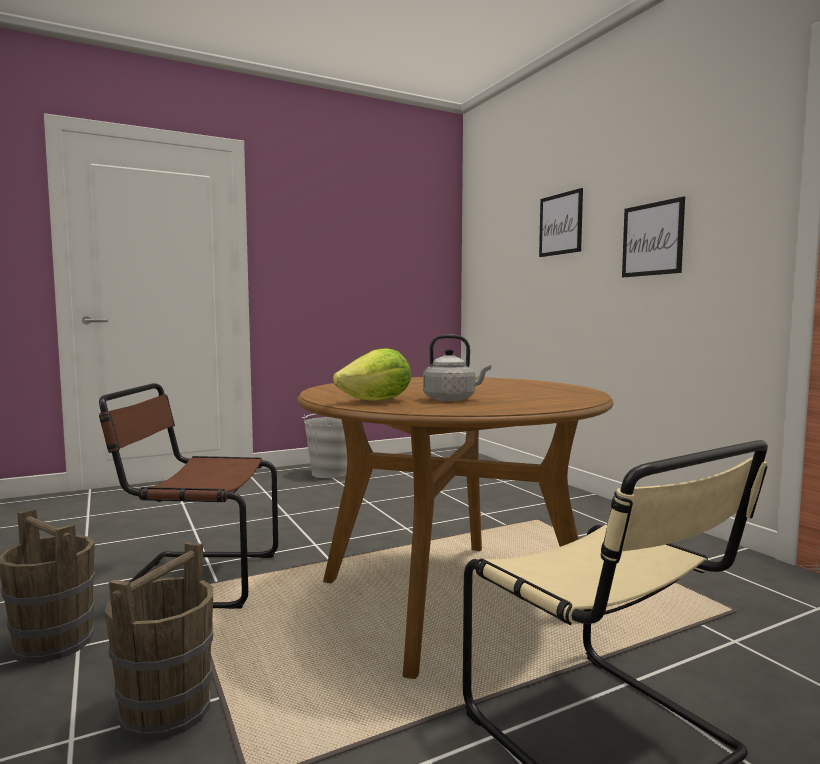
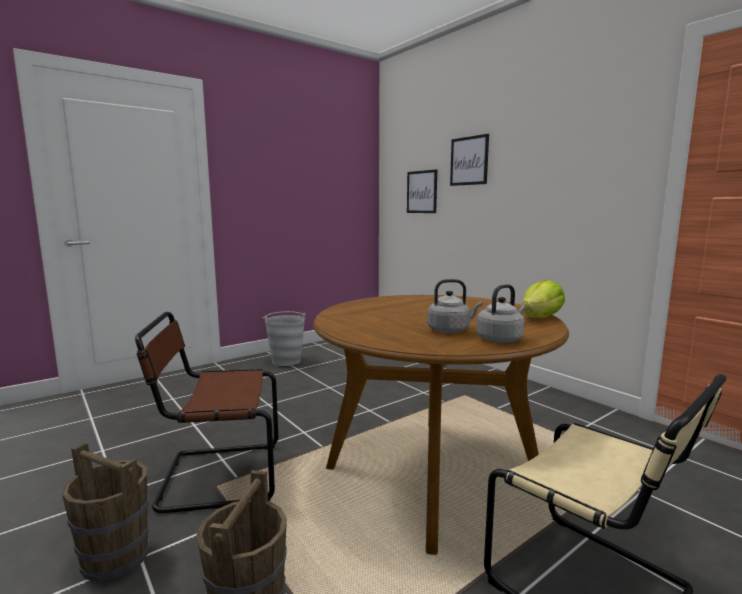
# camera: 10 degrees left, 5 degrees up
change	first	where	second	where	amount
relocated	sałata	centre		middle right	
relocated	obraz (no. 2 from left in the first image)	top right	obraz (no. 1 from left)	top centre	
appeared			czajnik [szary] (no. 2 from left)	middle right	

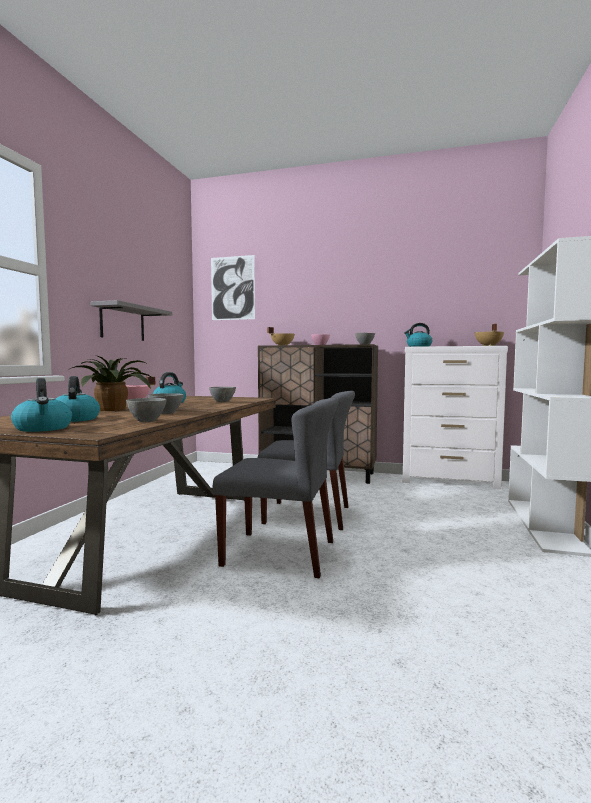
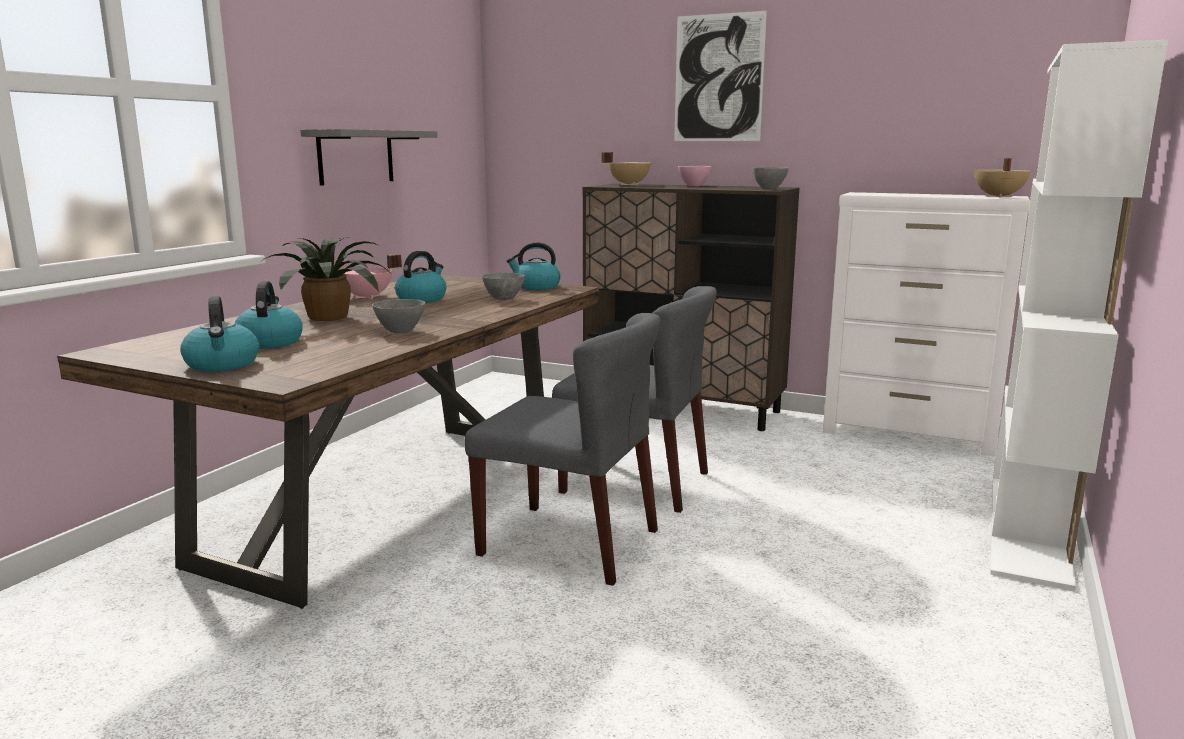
# camera: 10 degrees right, 10 degrees up
change	first	where	second	where	amount
missing	miska [szary] (no. 1 from left)	middle left			
relocated	obraz	centre		top centre	
relocated	czajnik (no. 4 from left)	middle right		centre	

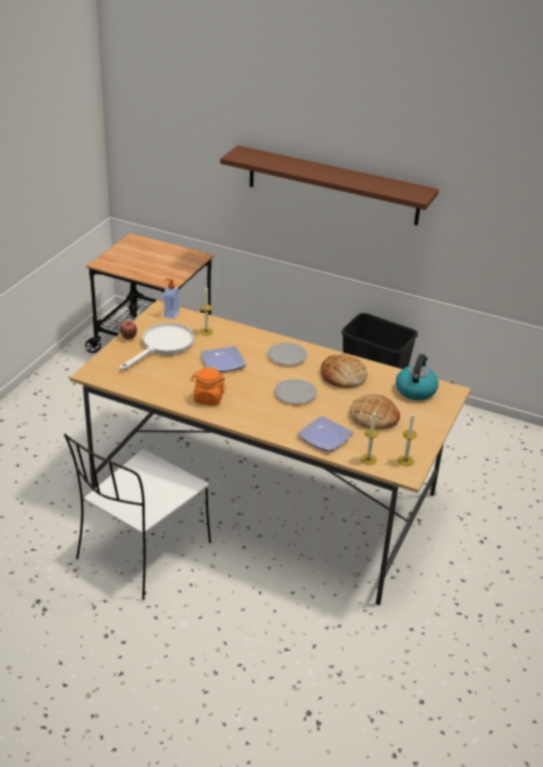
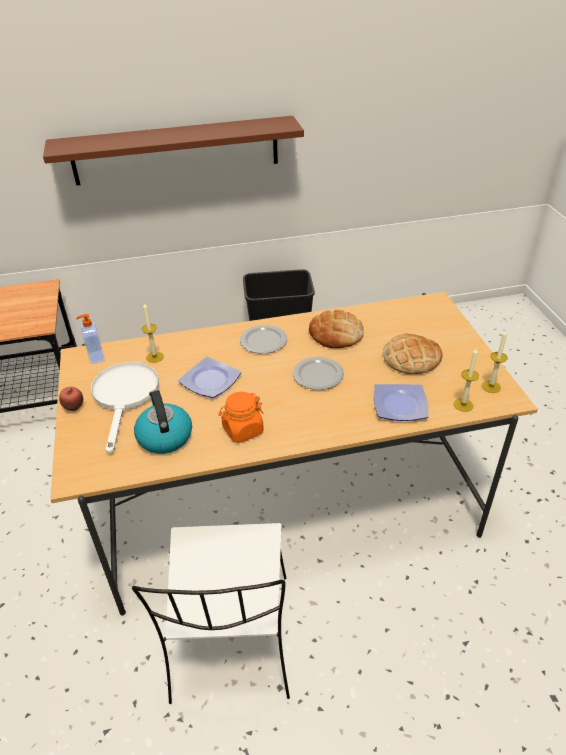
# camera: 35 degrees left, 5 degrees up
change	first	where	second	where	amount
relocated	czajnik	middle right		middle left	

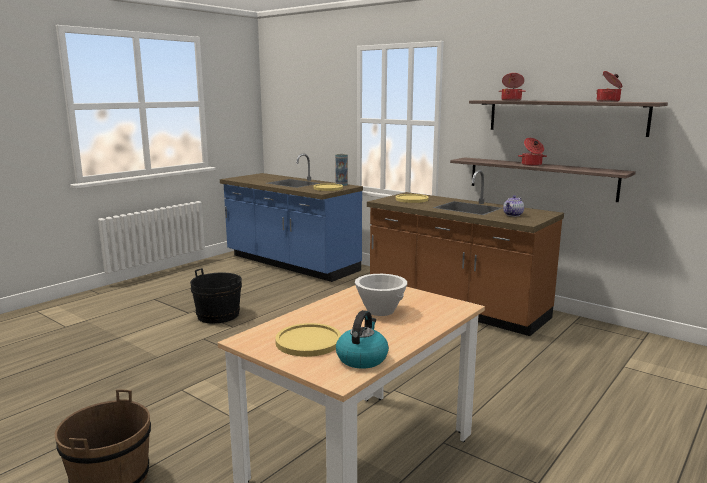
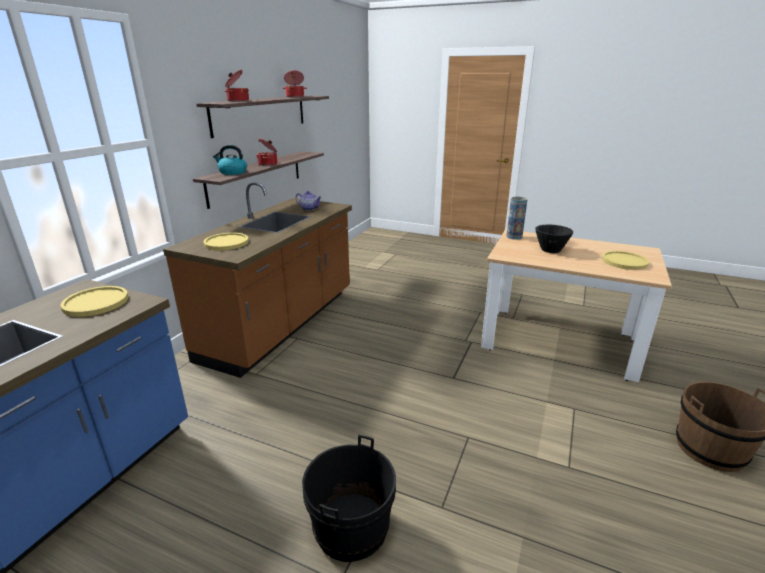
# camera: 105 degrees left, 10 degrees up
change	first	where	second	where	amount
relocated	wazon	centre		middle right	
relocated	czajnik	bottom centre		top left	
colour	miska [biały]	centre	miska [czarny]	middle right	

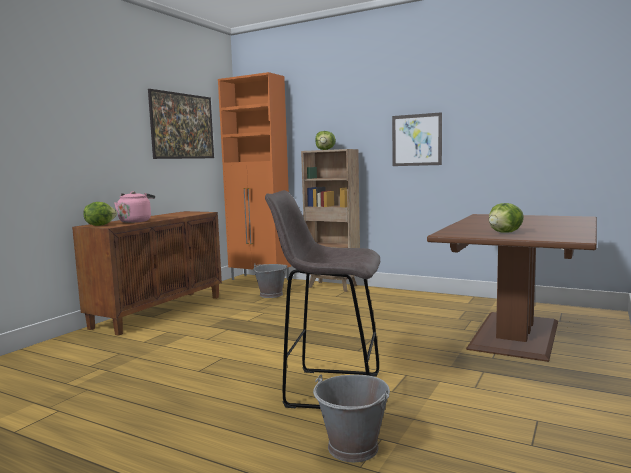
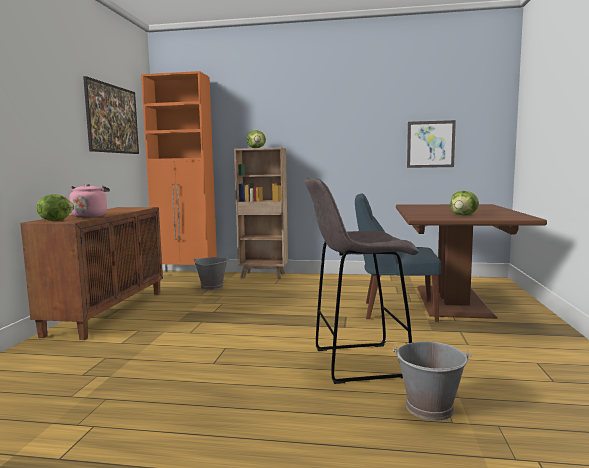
# camera: 20 degrees left, 0 degrees up
change	first	where	second	where	amount
relocated	obraz (no. 2 from left)	top centre		top right	
appeared			krzesło [niebieski]	middle right	

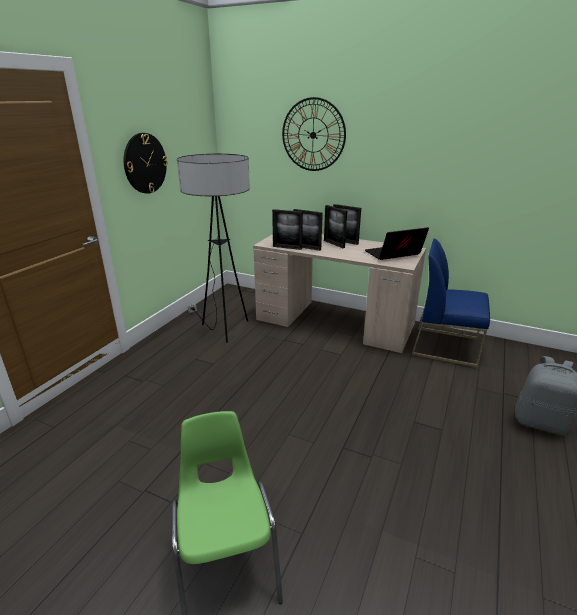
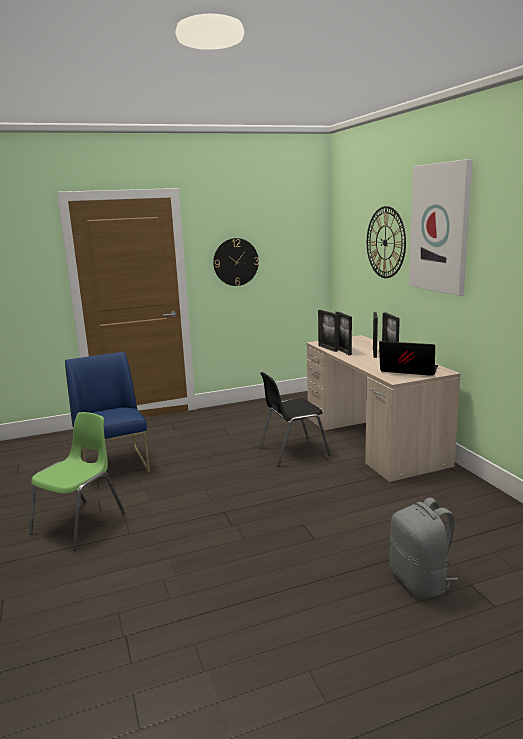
# camera: 45 degrees right, 10 degrees down
change	first	where	second	where	amount
missing	lampa stojąca	centre			
relocated	krzesło [niebieski]	middle right		middle left	
appeared			krzesło [czarny]	centre	
appeared			obraz	top right	

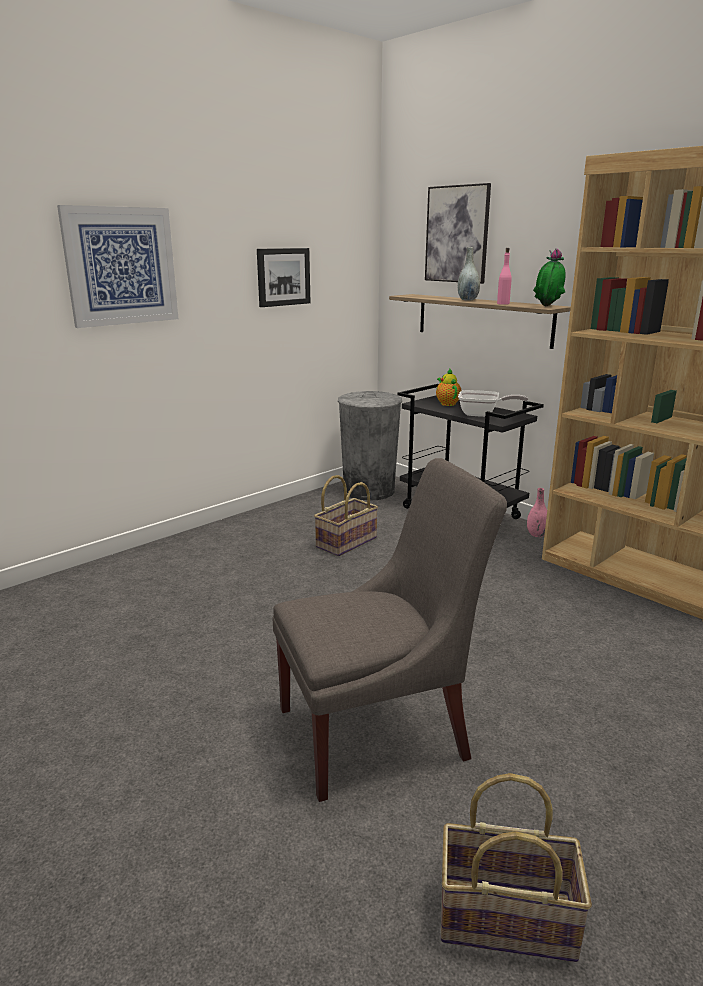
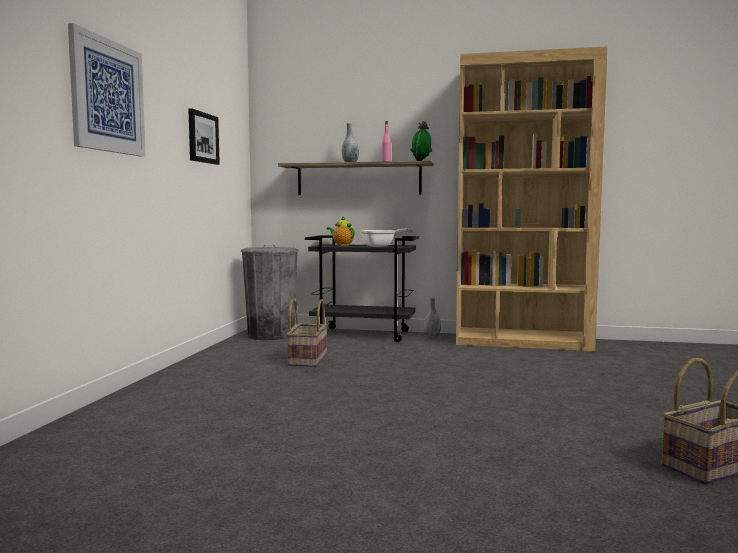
# camera: 35 degrees left, 15 degrees down
change	first	where	second	where	amount
missing	krzesło [szary]	centre			
missing	obraz (no. 3 from left)	top centre			
colour	wazon [różowy]	middle right	wazon [szary] (no. 2 from left)	centre	

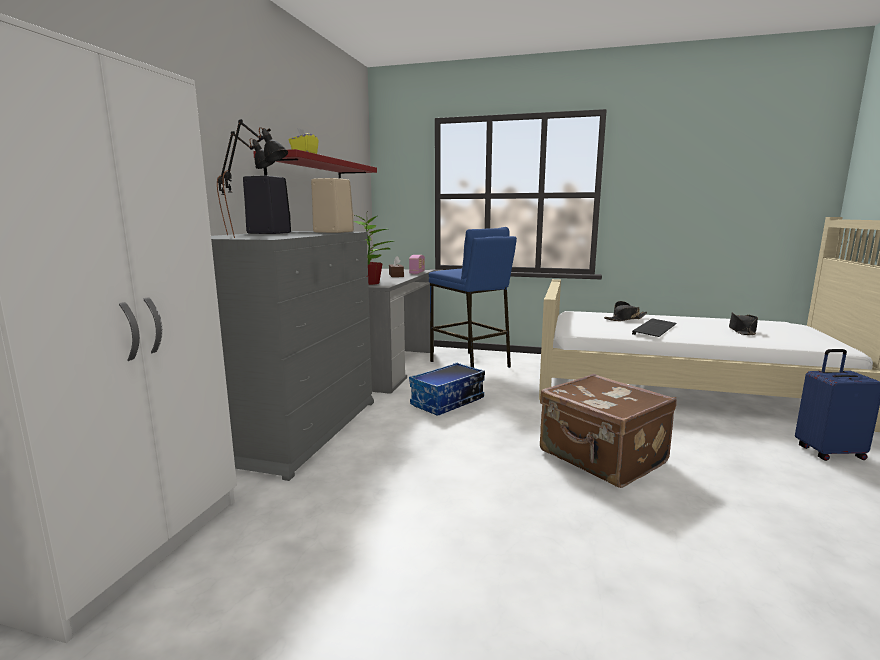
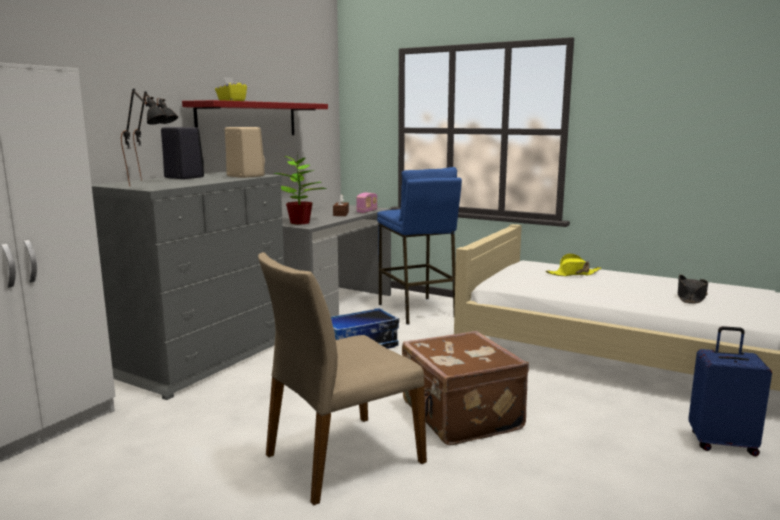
# camera: 15 degrees right, 0 degrees up
change	first	where	second	where	amount
colour	kapelusz [czarny] (no. 1 from left)	middle right	kapelusz [żółty]	middle right	
missing	klawiatura	middle right			
appeared			krzesło [beżowy]	bottom centre	

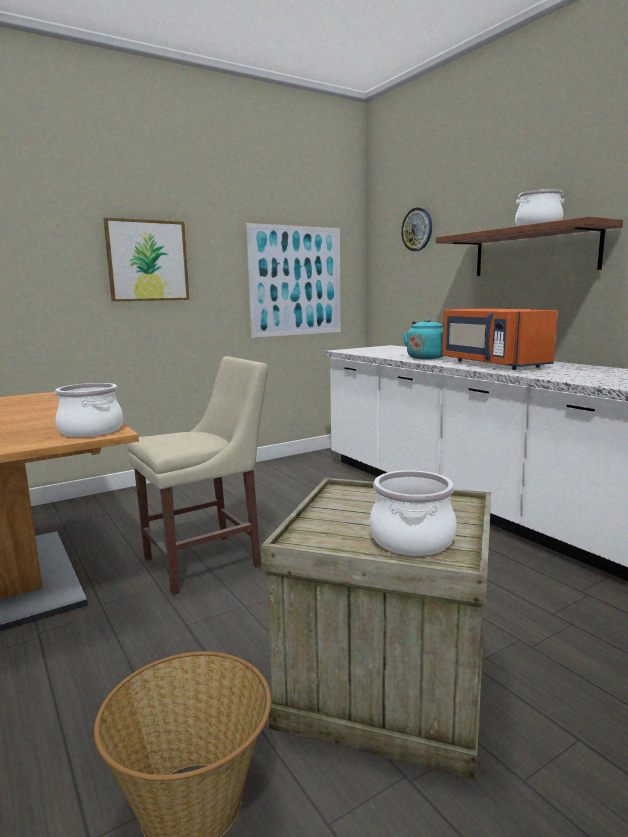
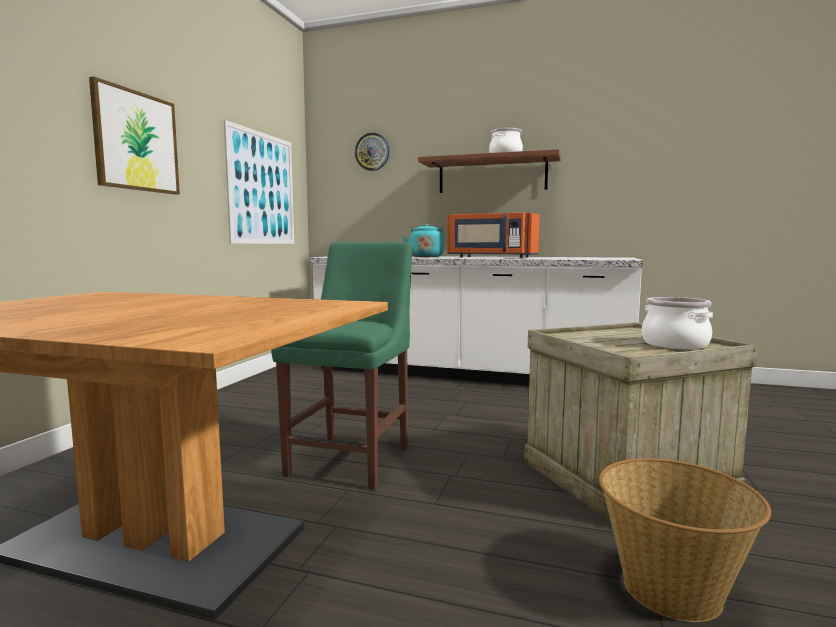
# camera: 40 degrees left, 5 degrees down
change	first	where	second	where	amount
missing	garnek (no. 1 from left)	middle left			
colour	krzesło [beżowy]	middle left	krzesło [zielony]	centre	

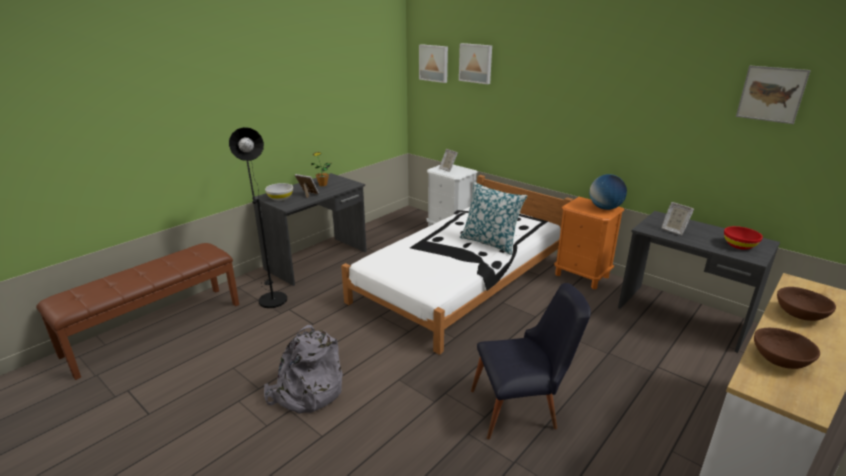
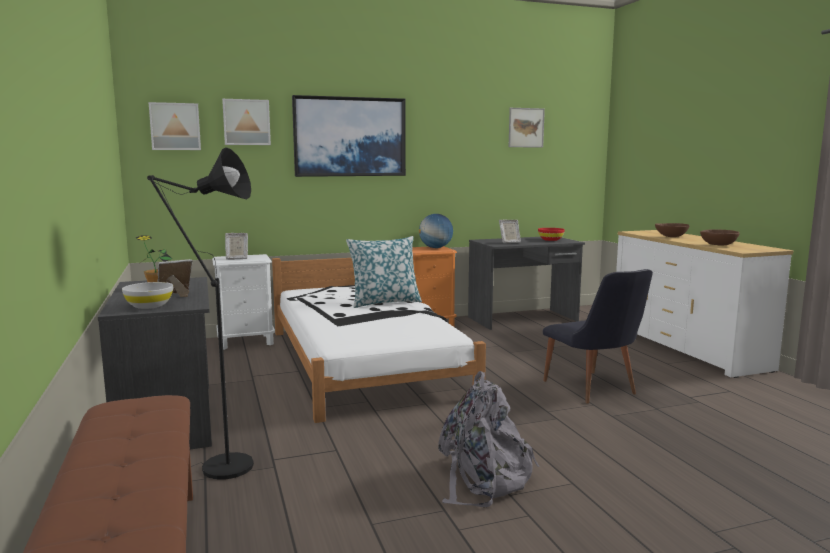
# camera: 60 degrees left, 15 degrees down
change	first	where	second	where	amount
spun	krzesło [czarny]	bottom centre		middle right	135 degrees clockwise
appeared			obraz (no. 3 from left)	top centre	

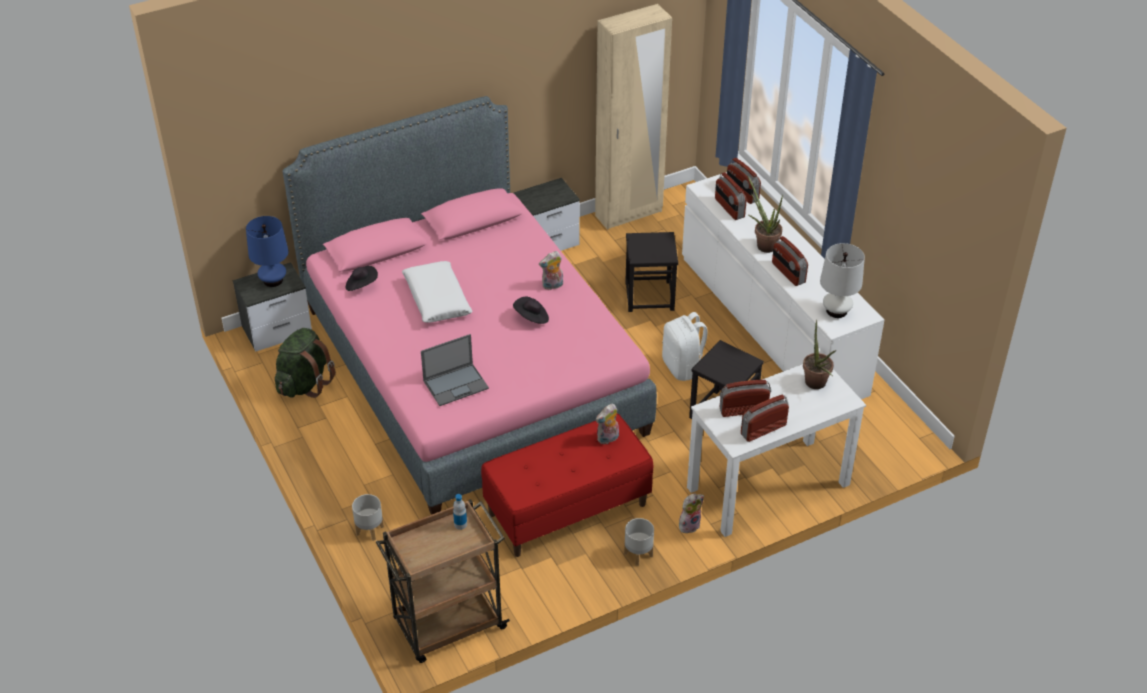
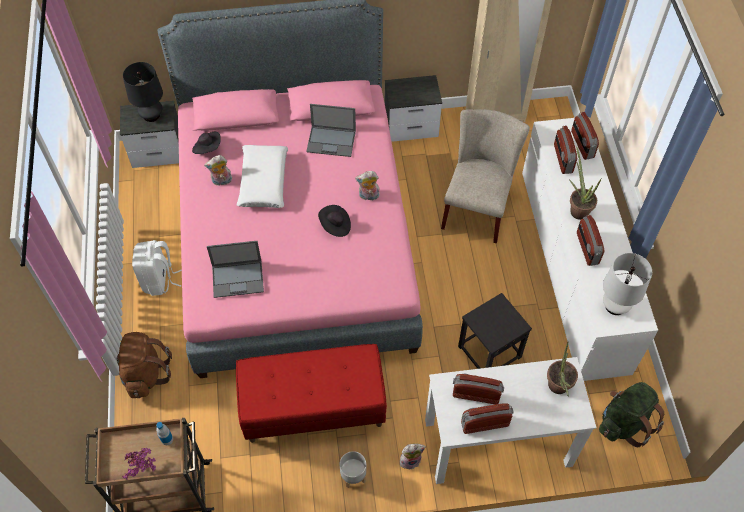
# camera: 20 degrees right, 15 degrees up
change	first	where	second	where	amount
colour	lampa stołowa [niebieski]	middle left	lampa stołowa [czarny]	top left	
relocated	plecak [zielony]	middle left		bottom right	
exchanged	donica [szary] (no. 1 from left)	bottom left	plecak [brązowy]	bottom left	
relocated	pluszak (no. 2 from left in the first image)	centre	pluszak (no. 1 from left)	top left	
exchanged	stołek [czarny] (no. 1 from left)	centre	krzesło [beżowy]	centre	
relocated	plecak [biały]	centre		middle left	
appeared			roślina doniczkowa (no. 1 from left)	bottom left	
appeared			laptop (no. 2 from left)	top centre	

